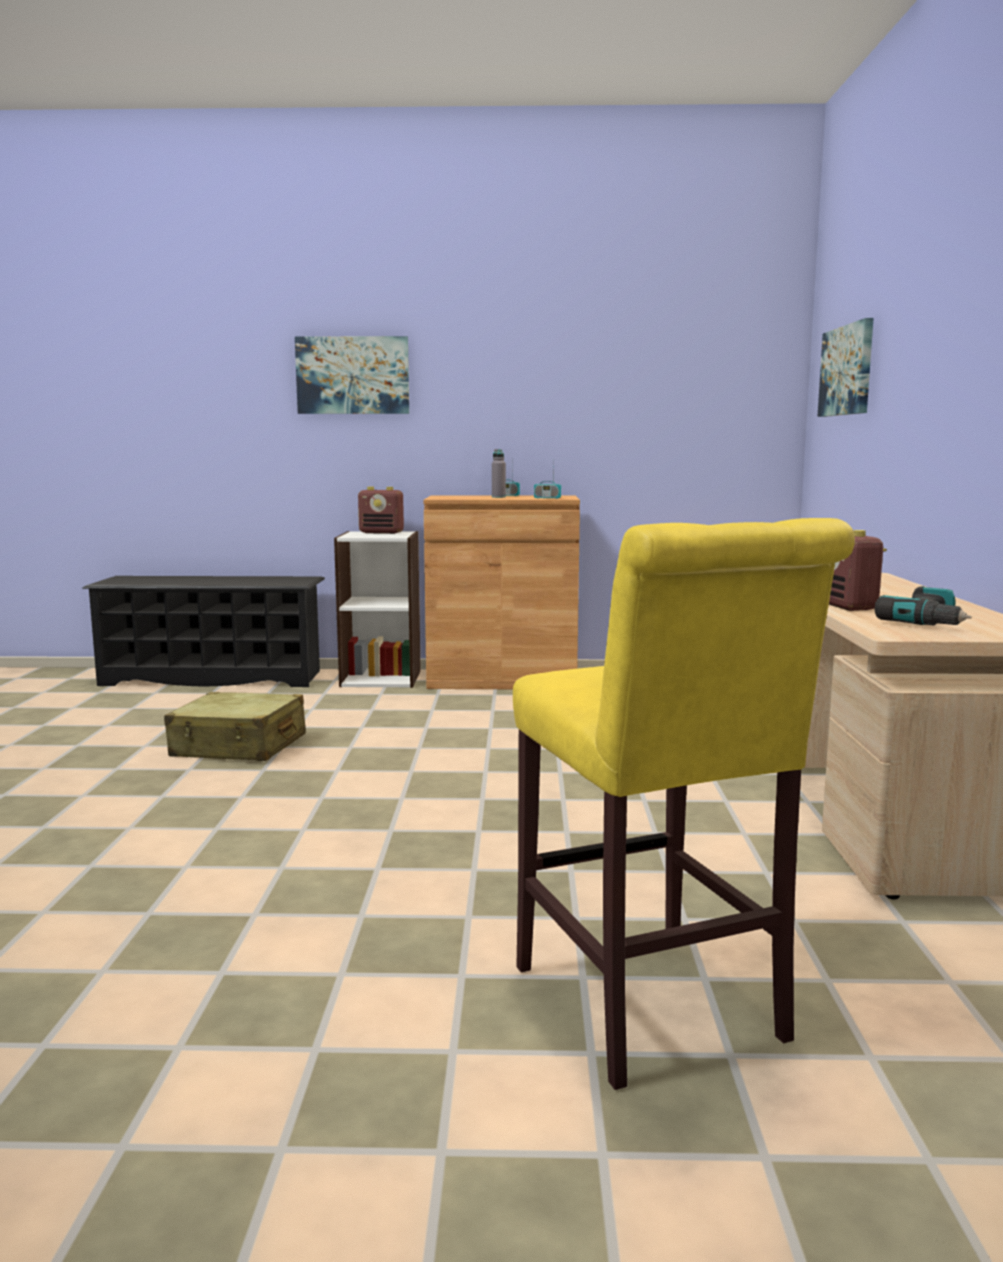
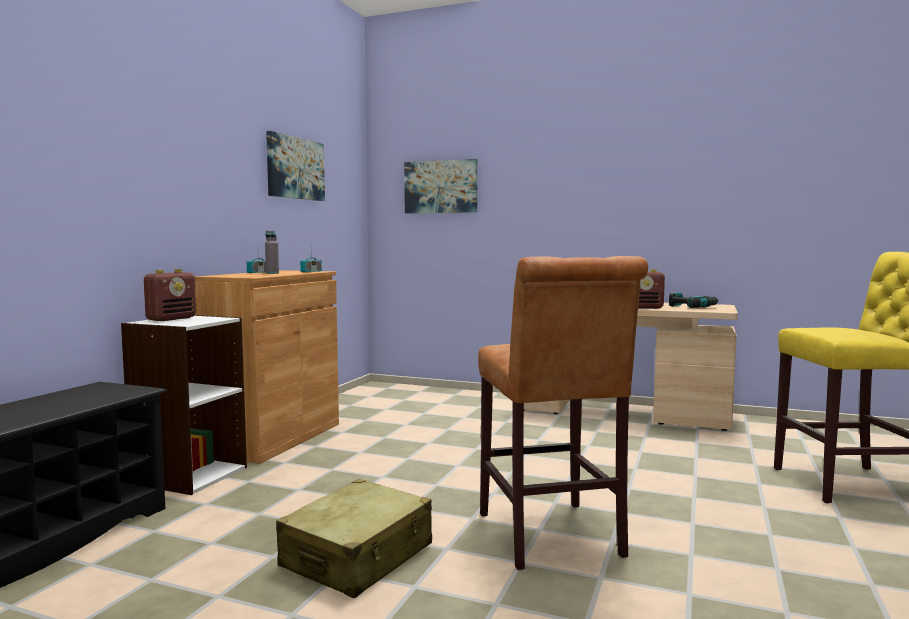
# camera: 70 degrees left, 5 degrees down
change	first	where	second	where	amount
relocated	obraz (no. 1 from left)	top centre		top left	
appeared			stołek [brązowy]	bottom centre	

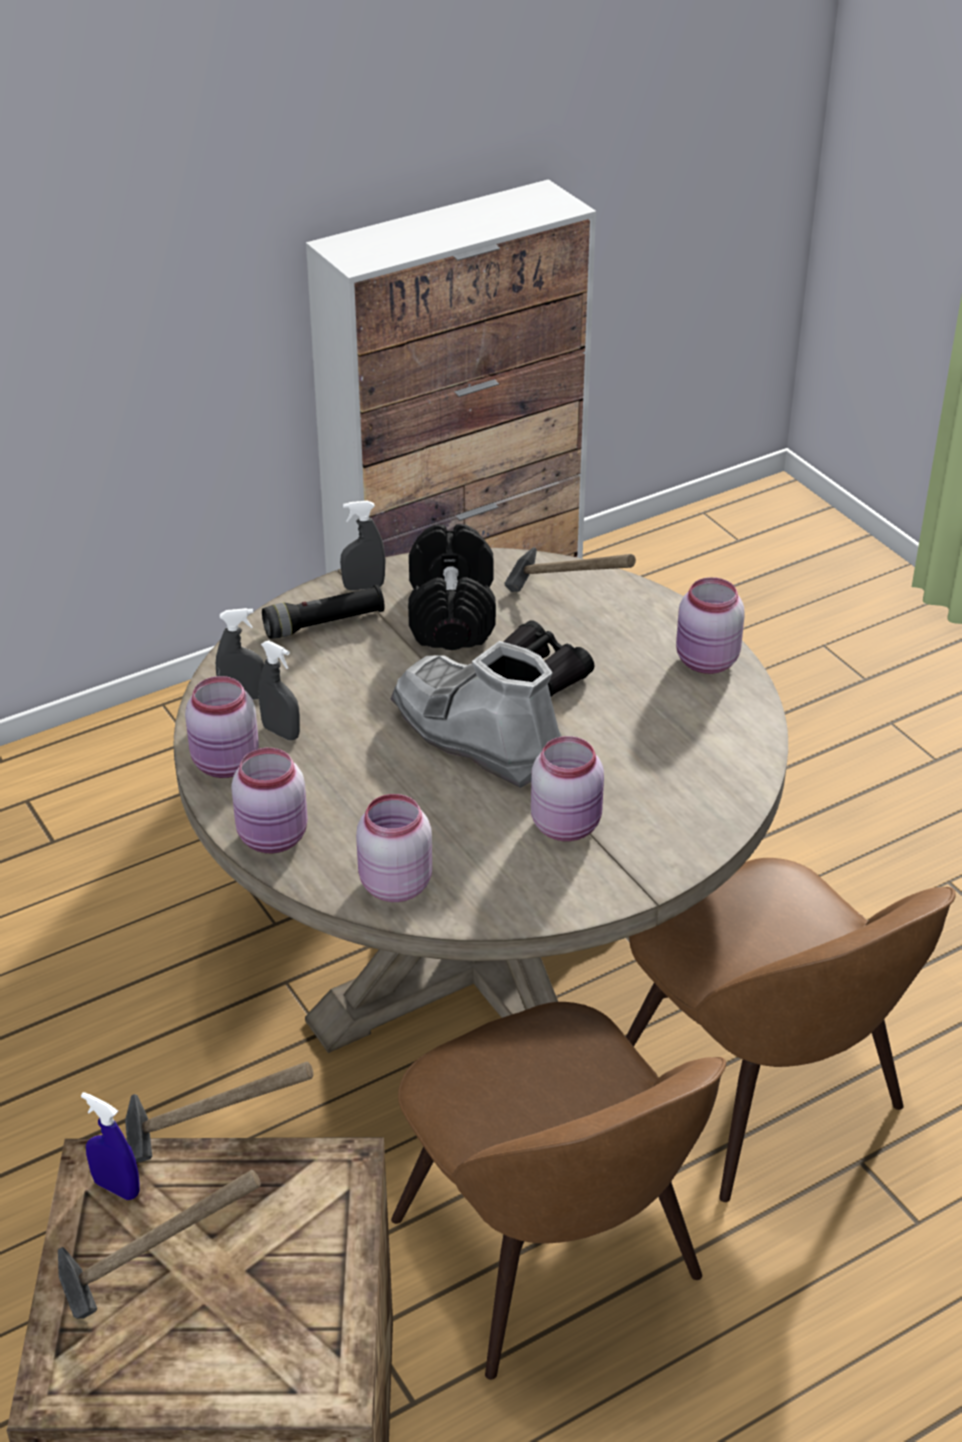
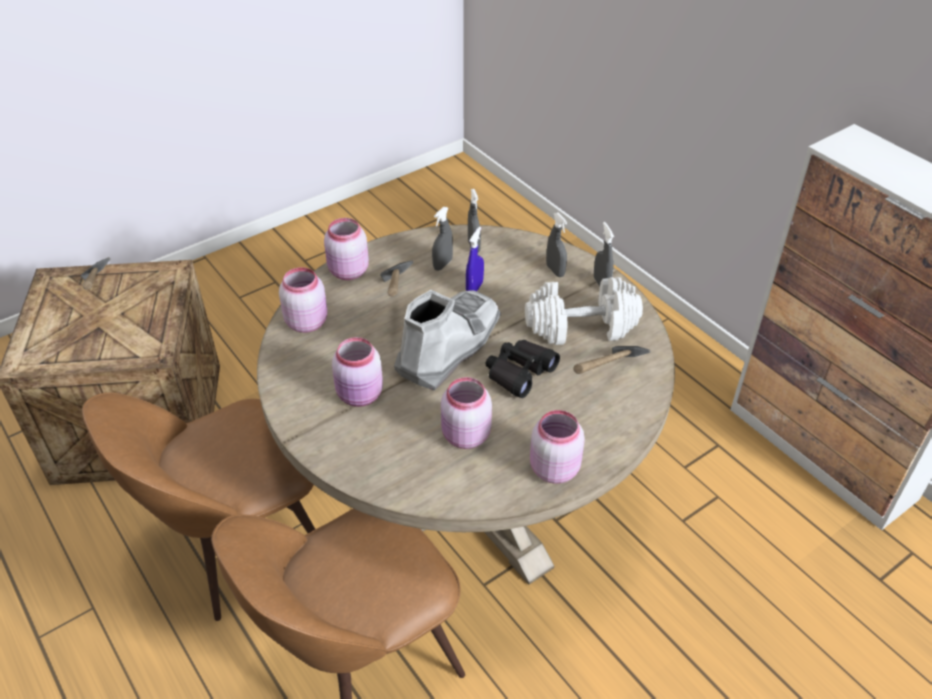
# camera: 85 degrees right, 5 degrees up
change	first	where	second	where	amount
relocated	spryskiwacz [niebieski]	bottom left		centre	
relocated	młotek (no. 2 from left)	bottom left		centre	
relocated	słoik [różowy] (no. 1 from left in the first image)	middle left	słoik [różowy] (no. 4 from left)	centre	
exchanged	latarka [czarny]	centre	spryskiwacz [szary] (no. 3 from left)	centre	
colour	hantel [czarny]	centre	hantel [biały]	centre	

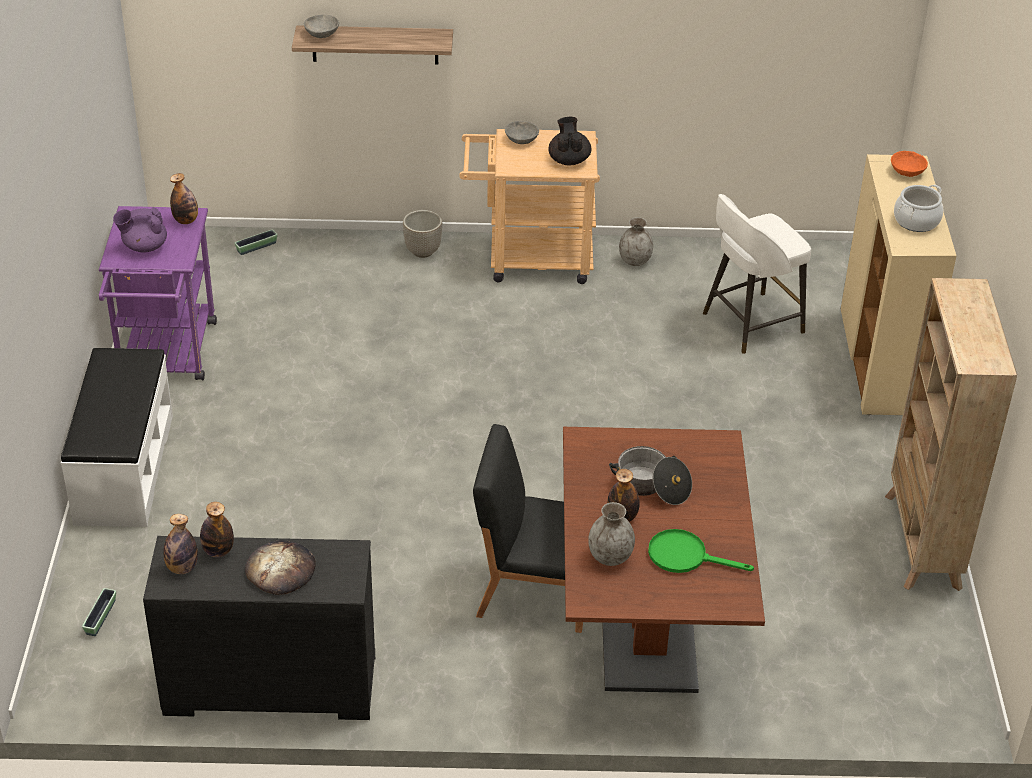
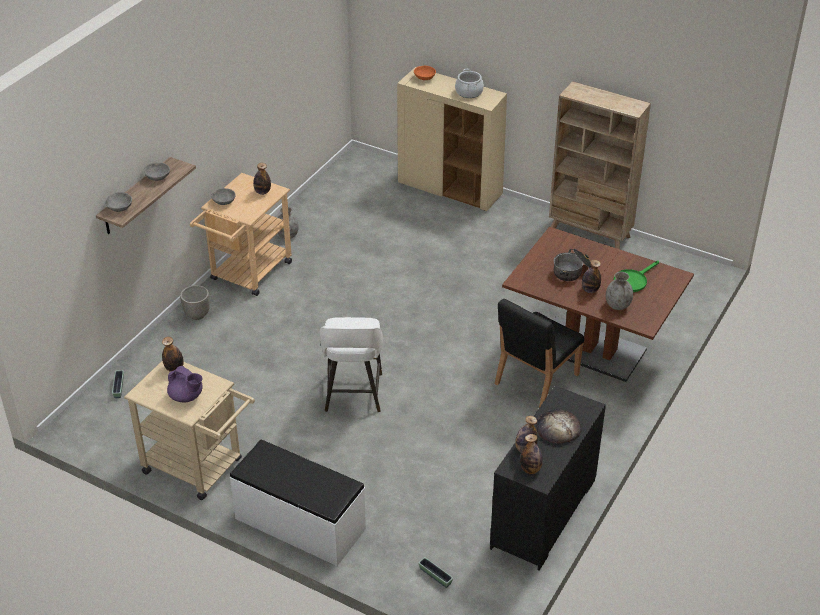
# camera: 60 degrees left, 0 degrees up
change	first	where	second	where	amount
colour	wózek [fioletowy]	middle left	wózek [beżowy] (no. 1 from left)	bottom left	
spun	imbryk [fioletowy]	top left		middle left	75 degrees counterclockwise
exchanged	imbryk [czarny]	top centre	butelka (no. 2 from left)	top left	
relocated	stołek [biały]	middle right		centre	
appeared			miska [szary] (no. 2 from left)	top left	

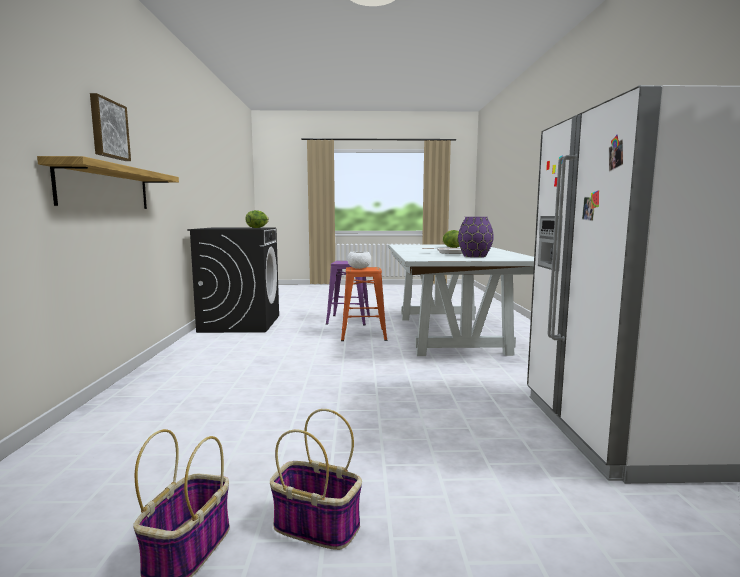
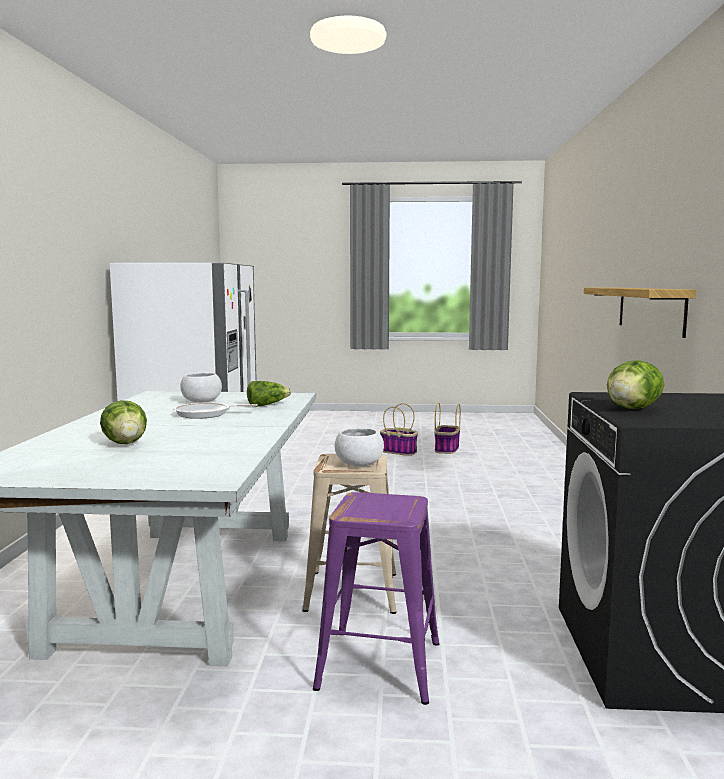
# camera: 175 degrees left, 0 degrees up
change	first	where	second	where	amount
missing	obraz	top left			
colour	stołek [pomarańczowy]	centre	stołek [beżowy]	bottom centre	
exchanged	wazon [fioletowy]	centre	miska [biały] (no. 1 from left)	middle left	
appeared			sałata (no. 2 from left)	centre	

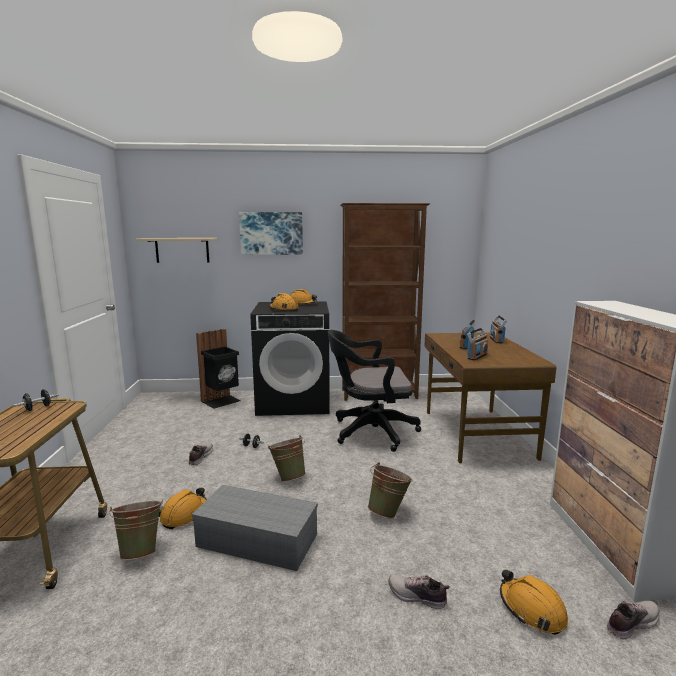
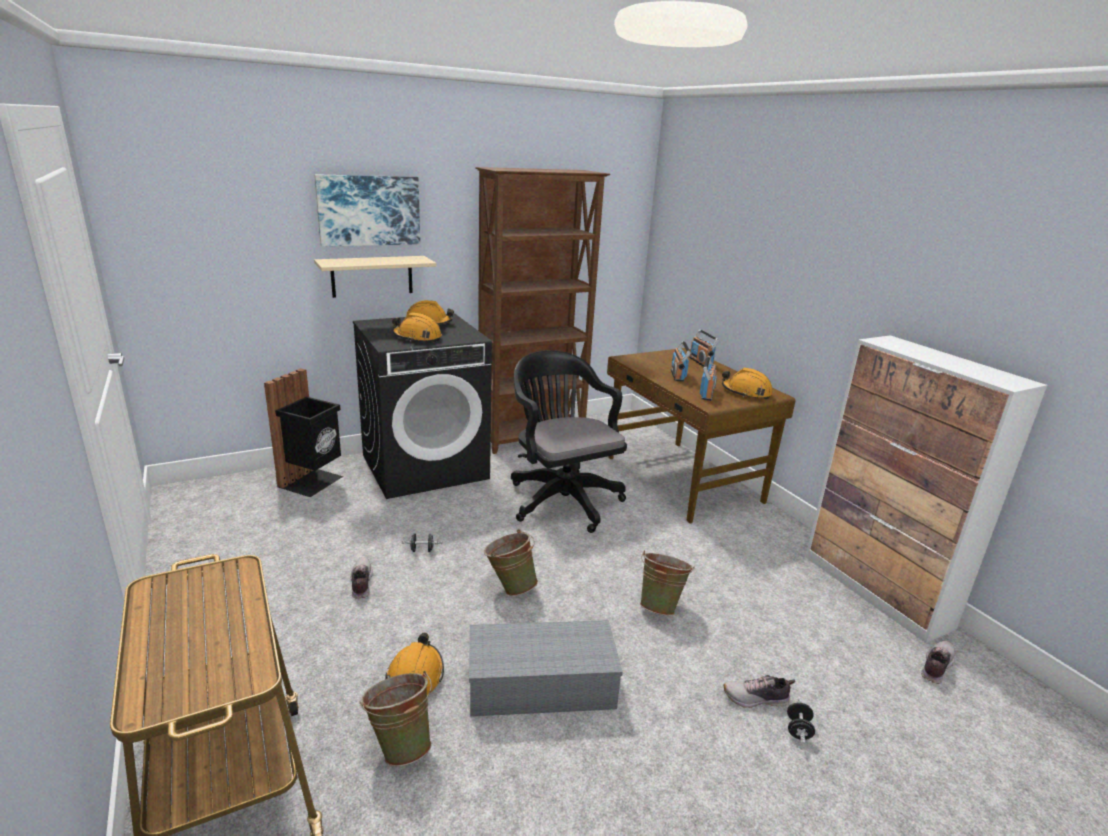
# camera: 25 degrees left, 10 degrees up
change	first	where	second	where	amount
relocated	hantel [czarny] (no. 1 from left in the first image)	middle left	hantel [czarny] (no. 2 from left)	bottom right	
relocated	półka [beżowy]	middle left		top centre	
spun	krzesło biurowe [czarny]	centre		centre	90 degrees clockwise
relocated	kask [pomarańczowy] (no. 4 from left)	bottom right		middle right	

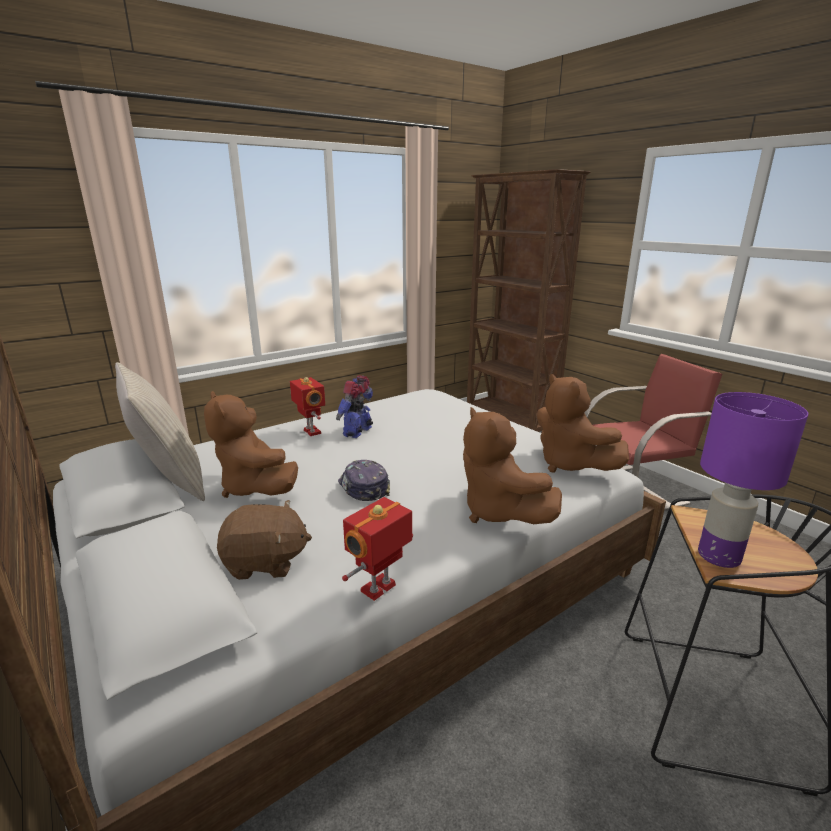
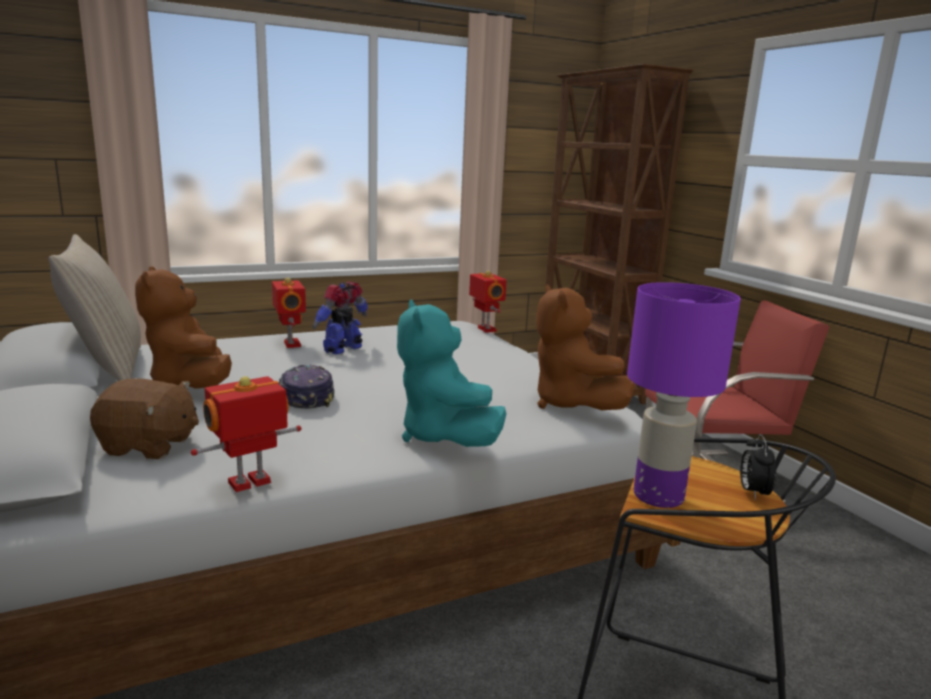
# camera: 10 degrees right, 5 degrees down
change	first	where	second	where	amount
colour	pluszak [brązowy] (no. 3 from left)	centre	pluszak [turkusowy]	centre	
appeared			robot zabawkowy (no. 4 from left)	centre	
appeared			budzik	bottom right	

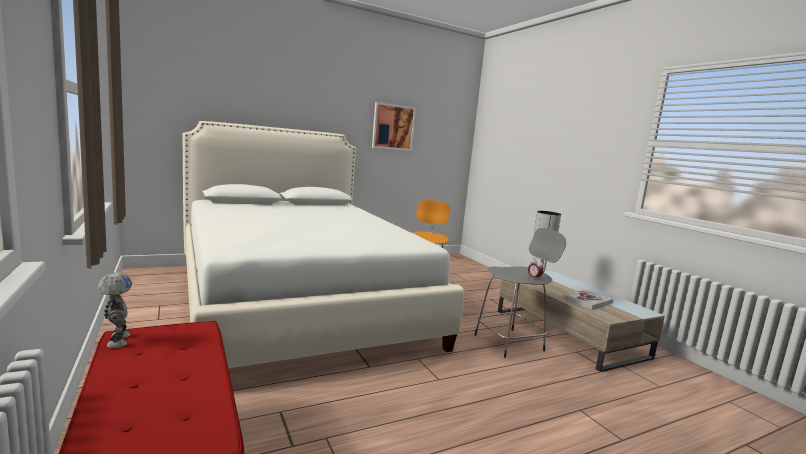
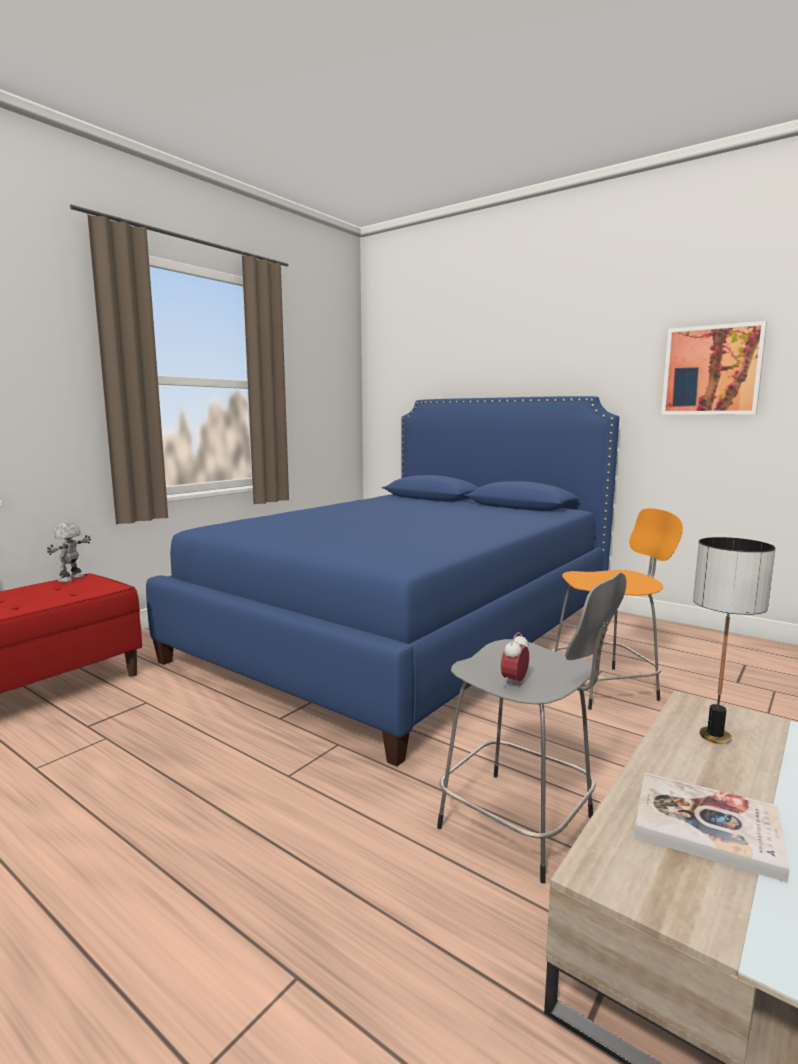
# camera: 65 degrees right, 0 degrees up
change	first	where	second	where	amount
spun	robot zabawkowy	bottom left		middle left	150 degrees clockwise
colour	łóżko [biały]	centre	łóżko [niebieski]	centre	

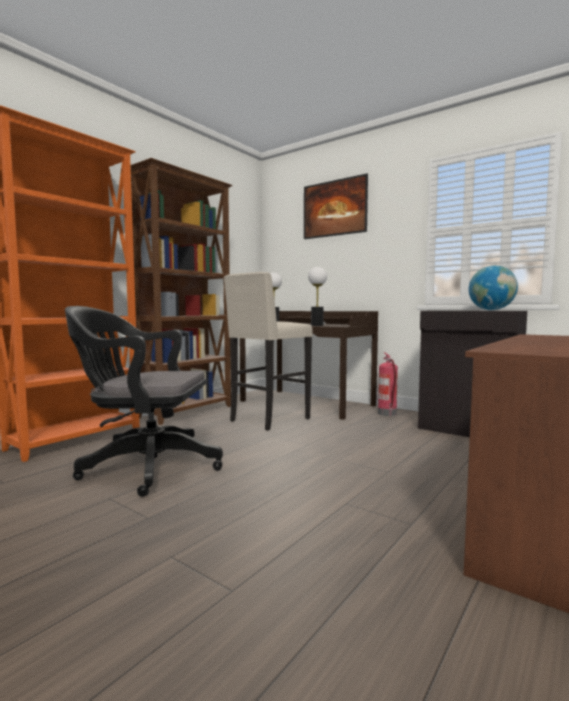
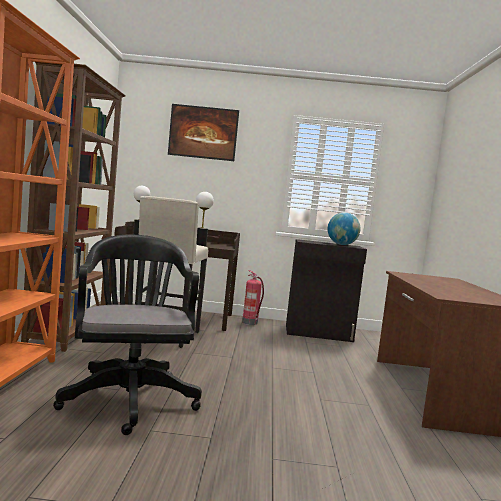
# camera: 35 degrees left, 0 degrees up
change	first	where	second	where	amount
spun	krzesło biurowe [czarny]	middle left		bottom left	105 degrees clockwise

